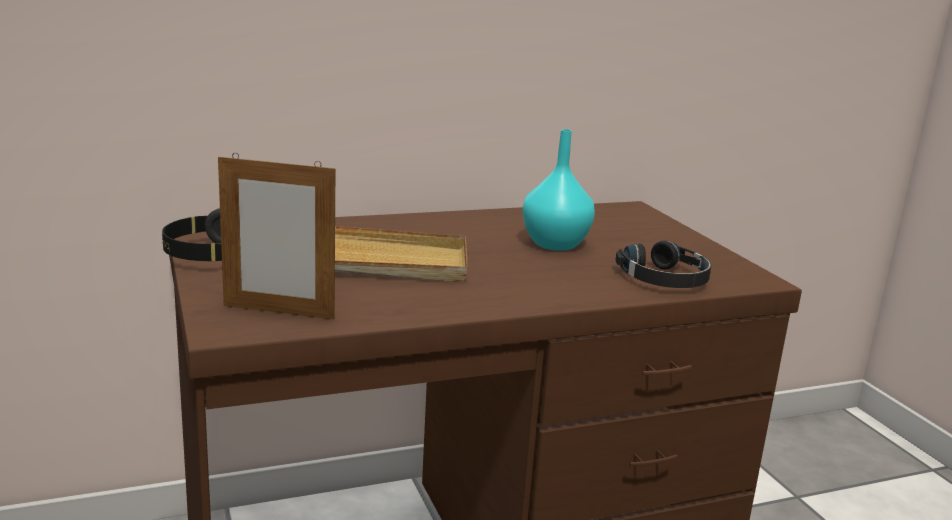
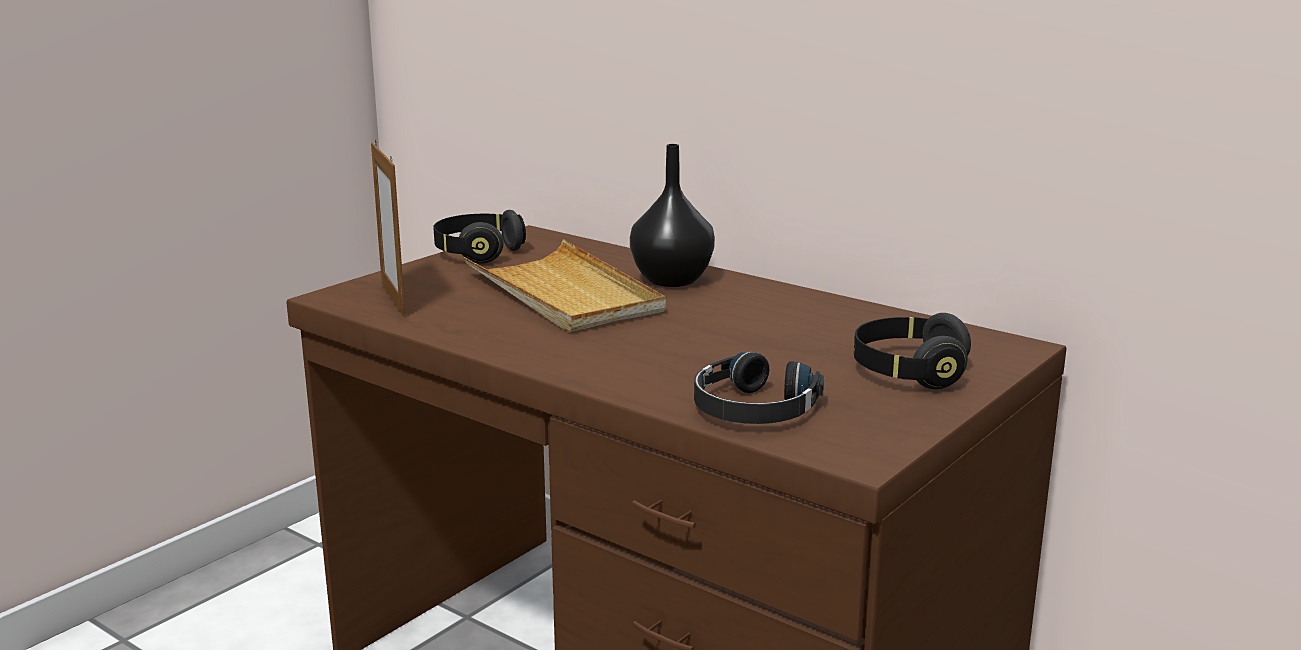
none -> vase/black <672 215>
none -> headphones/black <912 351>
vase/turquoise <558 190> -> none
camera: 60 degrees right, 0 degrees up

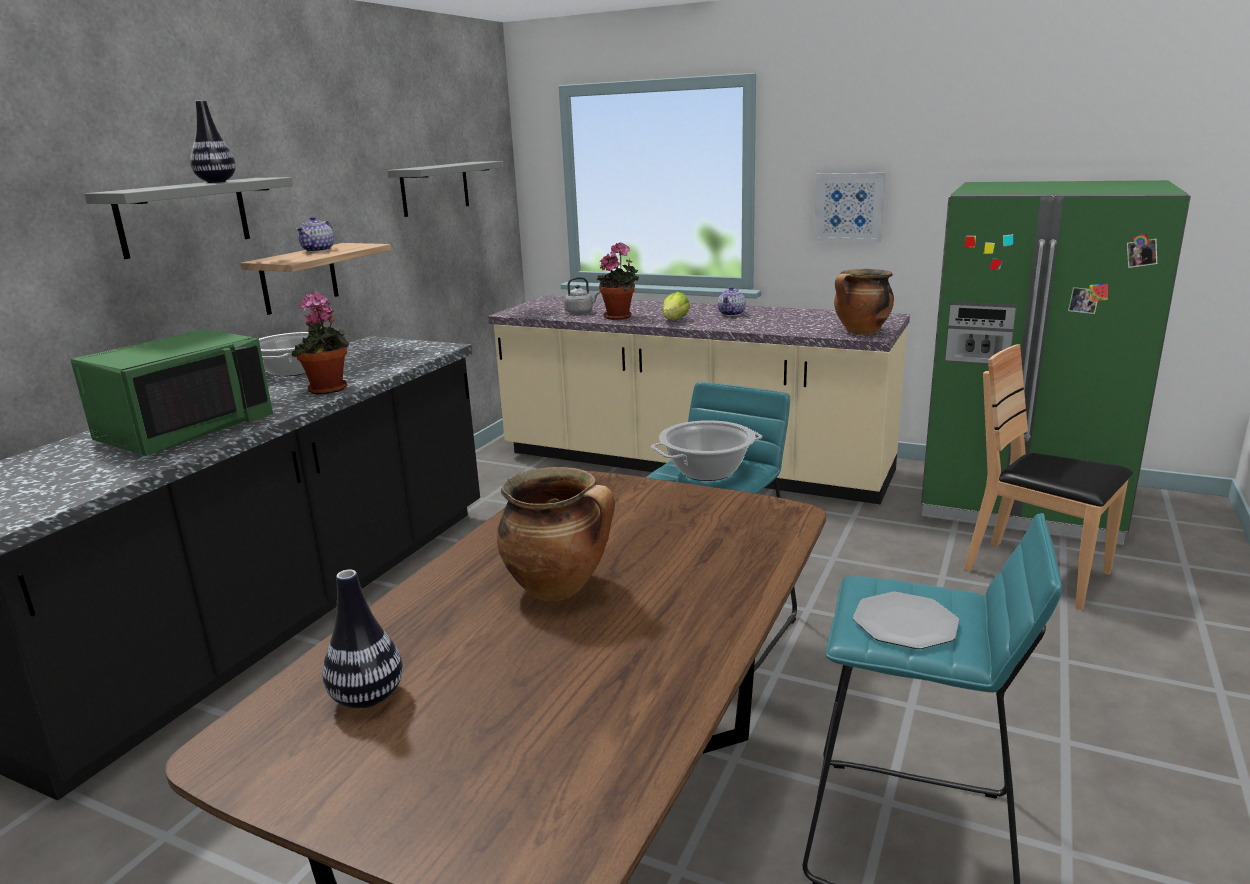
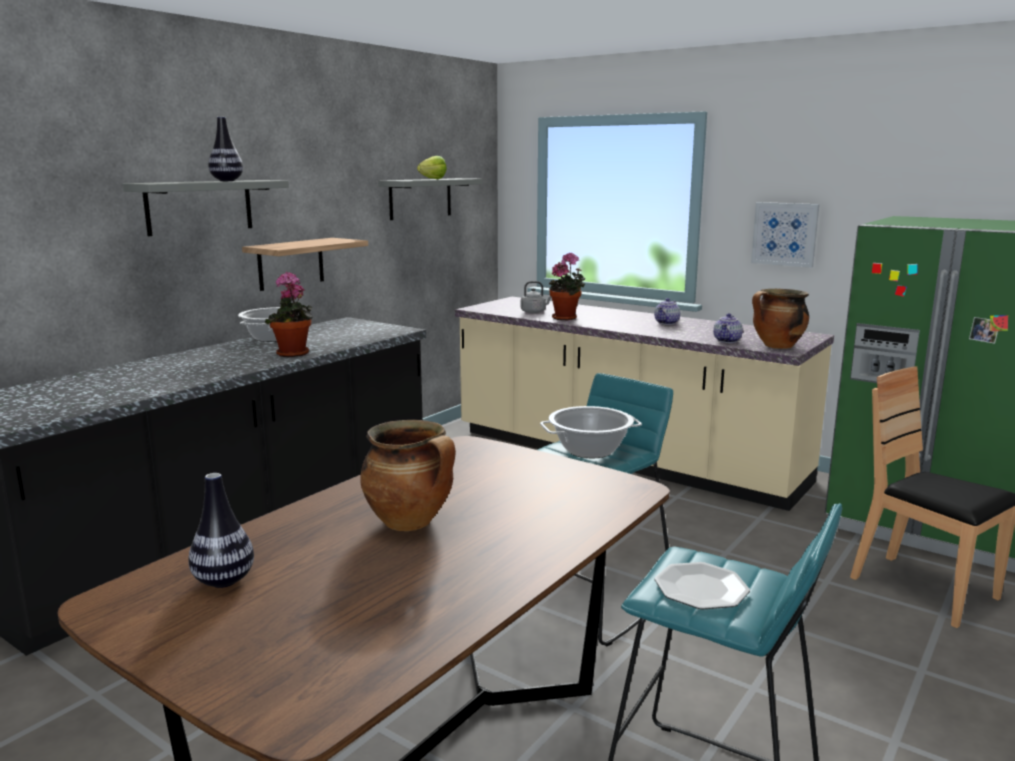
lettuce <676 305> -> lettuce <432 167>, relocated
teapot <315 234> -> teapot <728 328>, relocated
microwave/green <172 392> -> none
camera: 10 degrees right, 5 degrees down

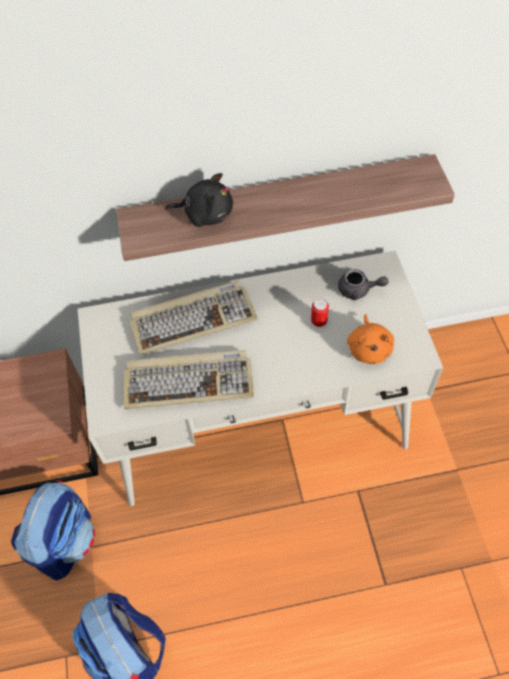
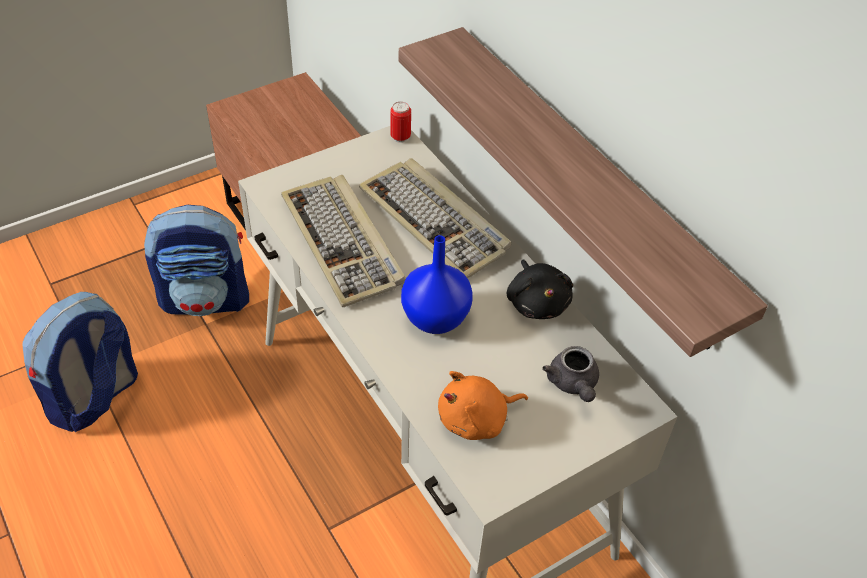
can <320 313> -> can <400 122>, relocated
none -> vase/blue <437 284>
plush toy/black <199 200> -> plush toy/black <540 289>, relocated
camera: 65 degrees right, 10 degrees down

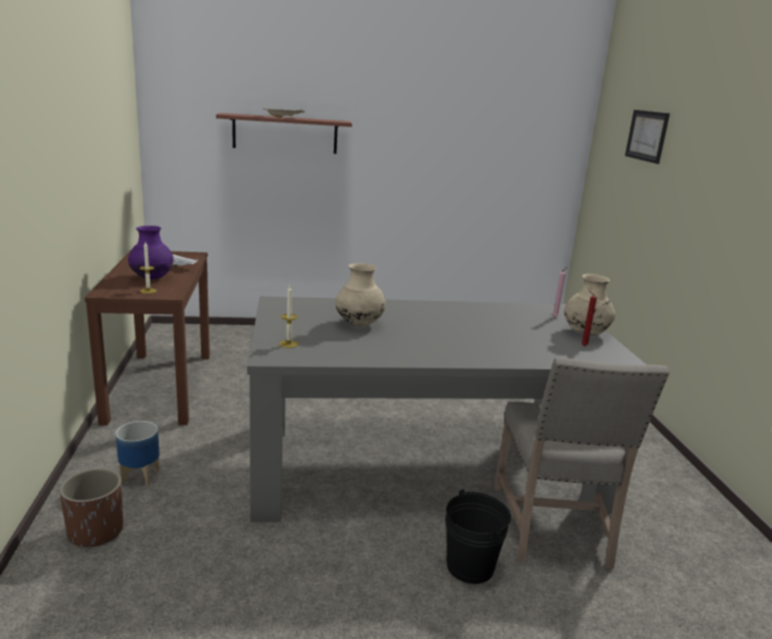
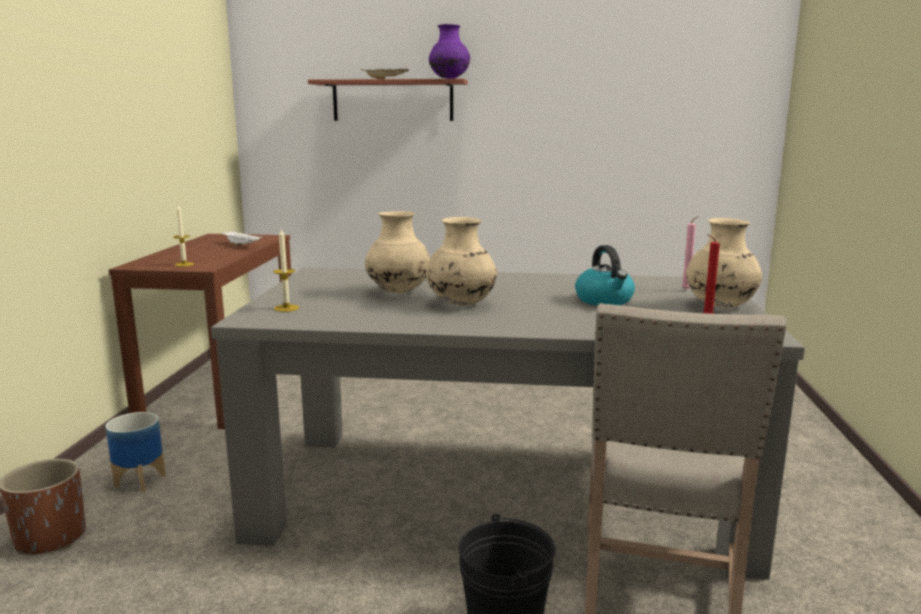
none -> vase/beige <461 261>
vase/purple <151 252> -> vase/purple <449 51>, relocated
none -> kettle <605 275>
picture <647 137> -> none
camera: 15 degrees right, 5 degrees down

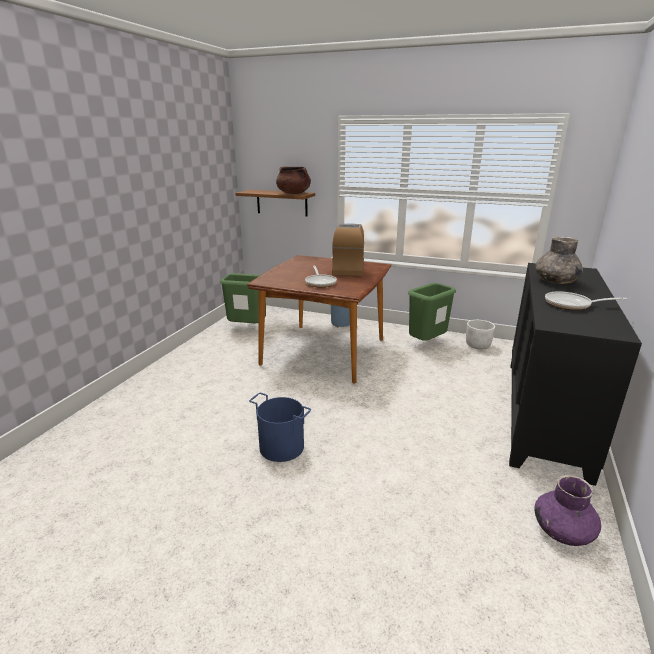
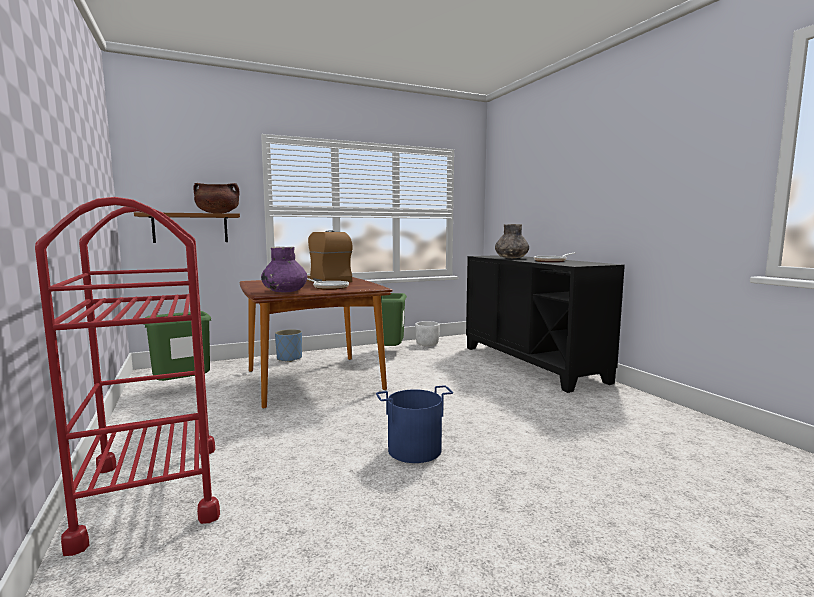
none -> cart/red <127 376>
vase/purple <567 510> -> vase/purple <284 269>, relocated
camera: 45 degrees left, 15 degrees down

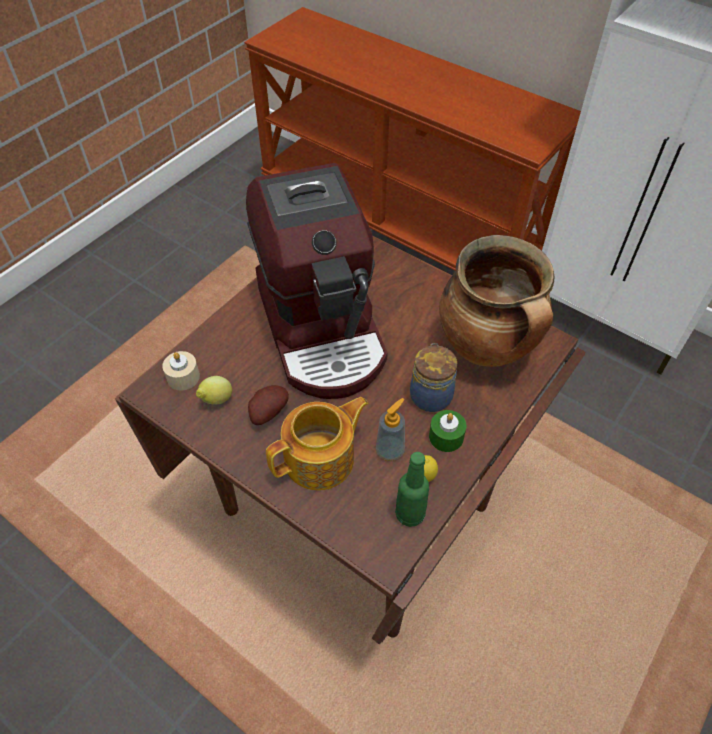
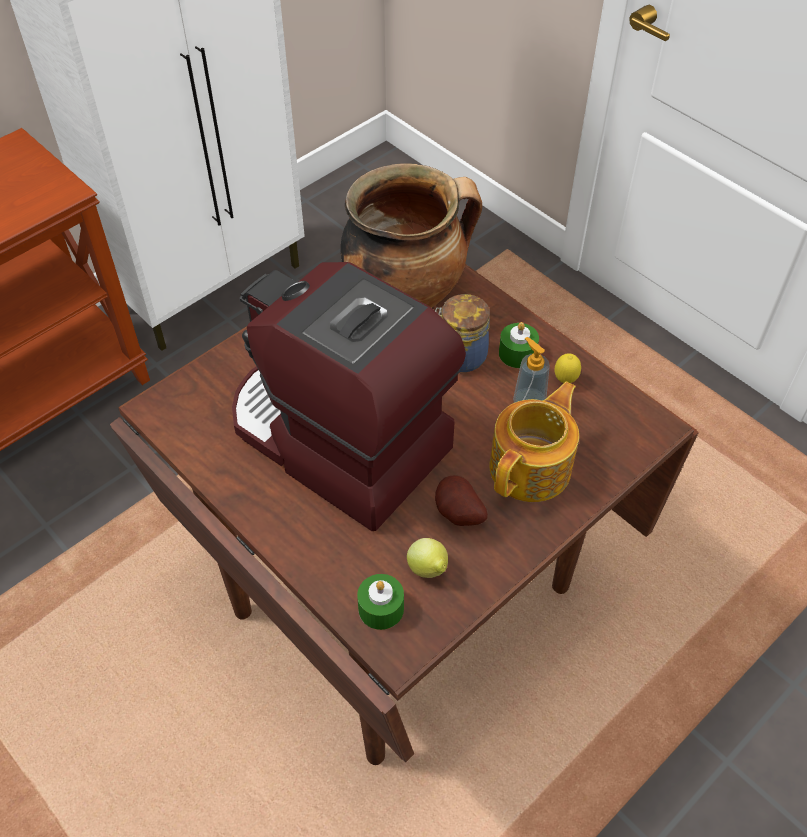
coffee machine <317 281> -> coffee machine <349 396>, 135 degrees counterclockwise
candle/beige <181 371> -> candle/green <380 602>
teapot <317 443> -> teapot <534 442>, 60 degrees clockwise
bottle/green <412 489> -> none
camera: 80 degrees left, 0 degrees up

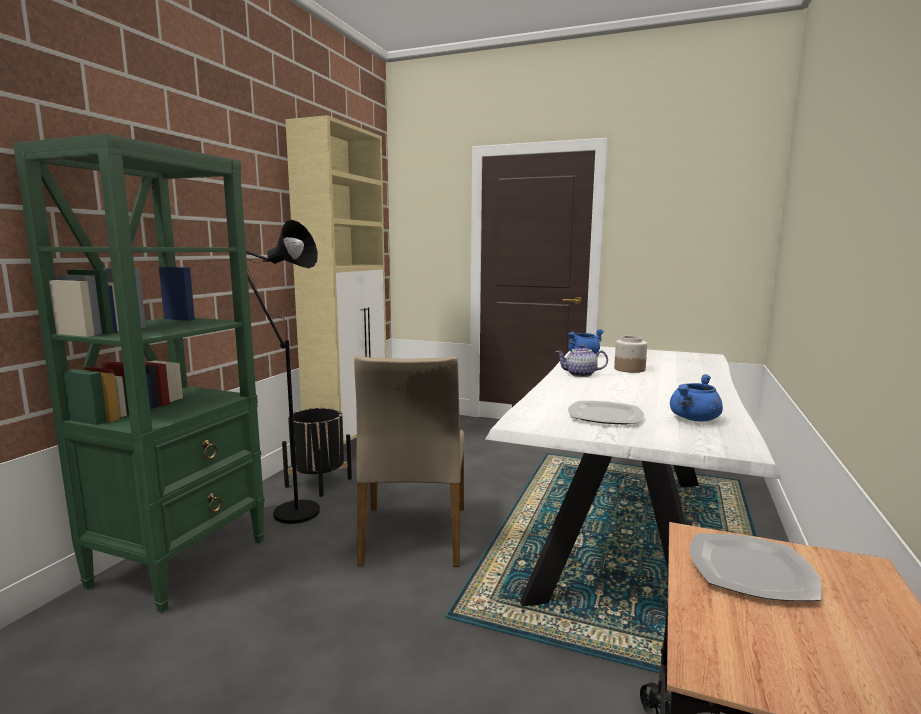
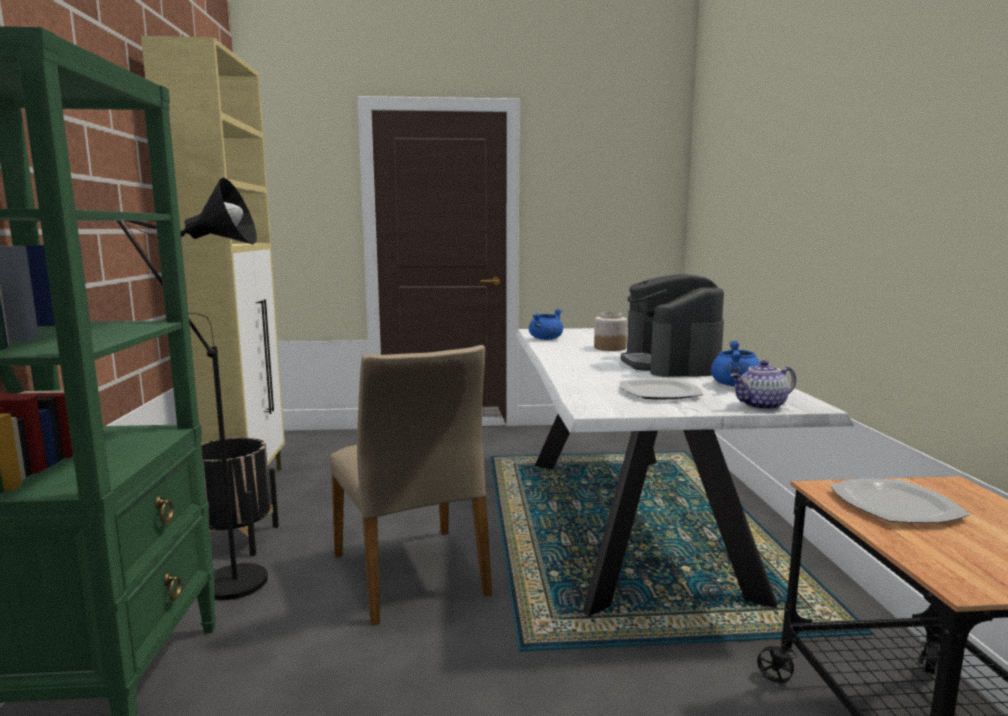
none -> coffee machine <672 325>
teapot <582 360> -> teapot <763 385>, relocated
camera: 25 degrees left, 0 degrees up

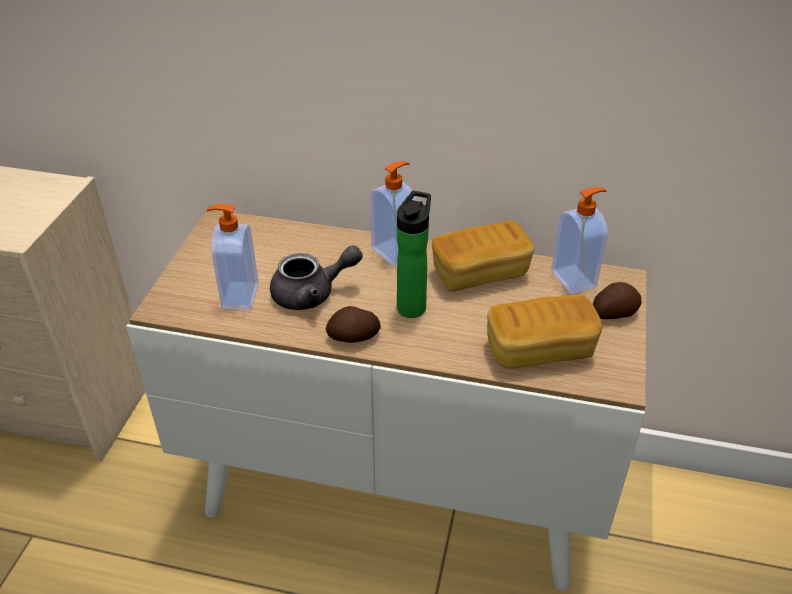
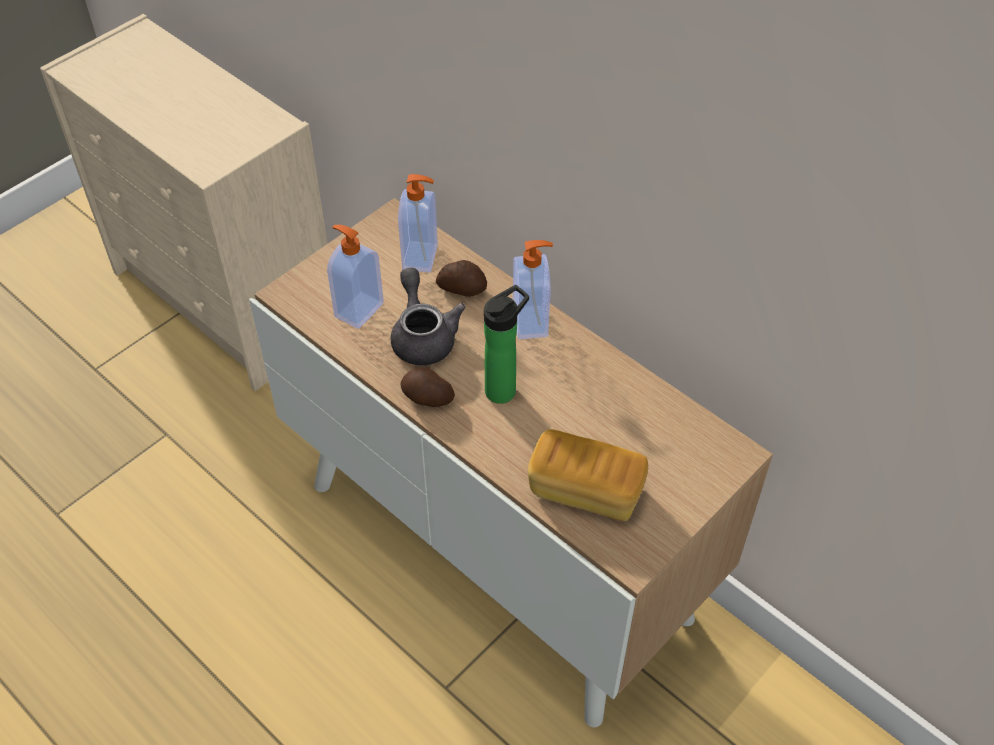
teapot/grey <316 277> -> teapot/grey <428 316>, 120 degrees counterclockwise
soap dispenser <579 240> -> soap dispenser <418 223>, relocated
potato <617 300> -> potato <461 278>, relocated
bread <483 256> -> none
camera: 30 degrees right, 10 degrees up

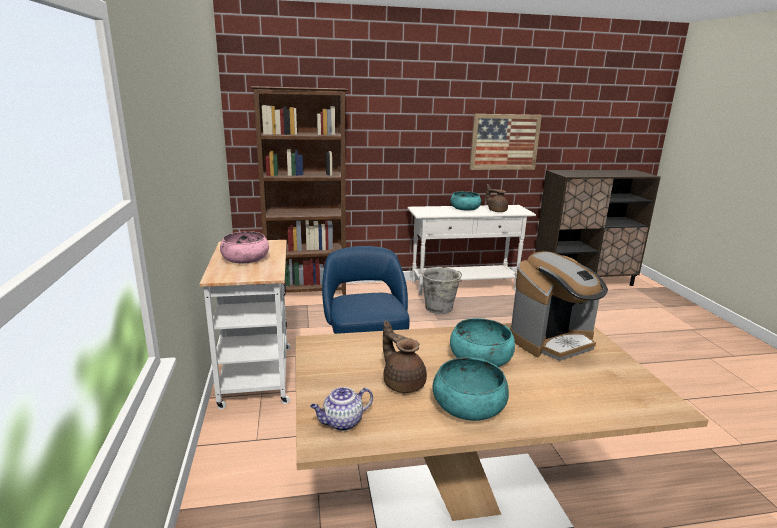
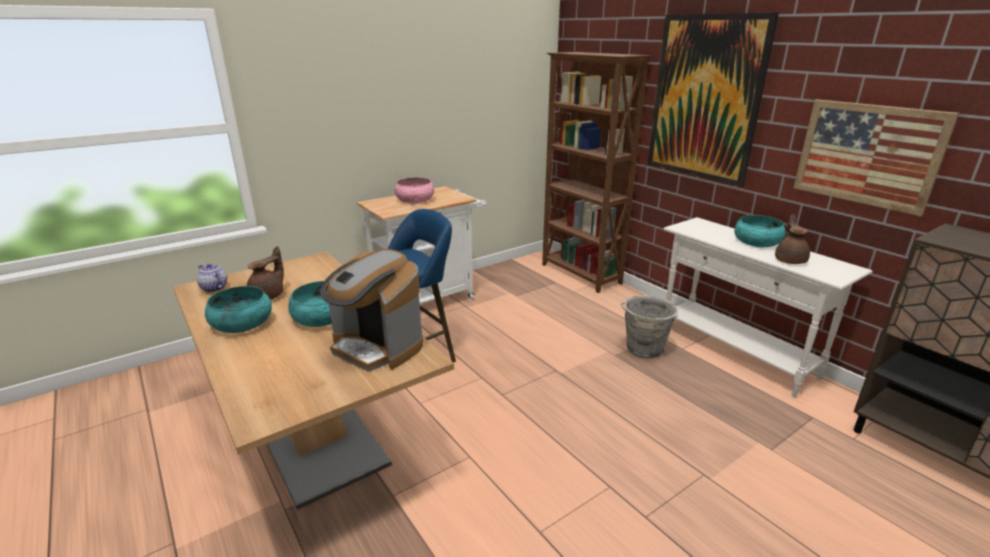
none -> picture <713 99>
camera: 65 degrees right, 5 degrees up

